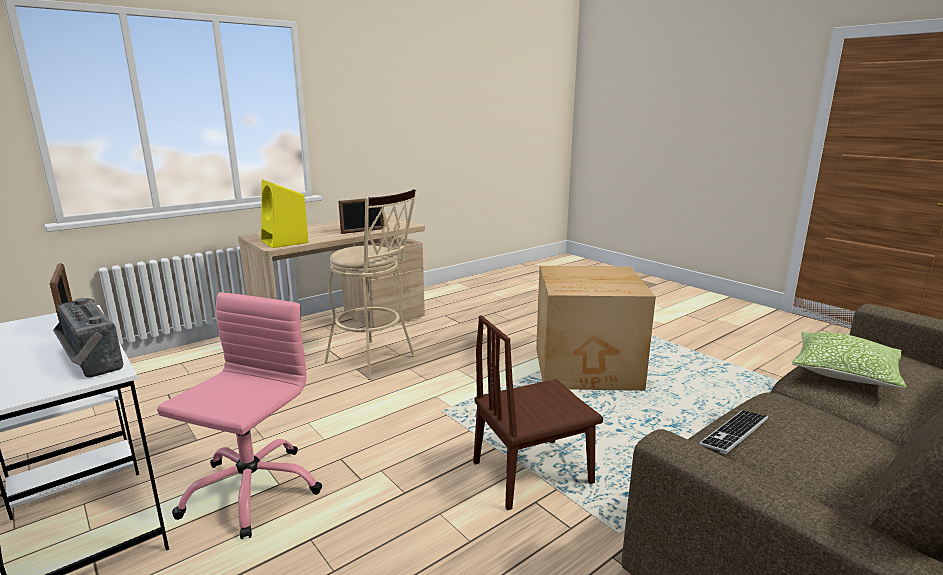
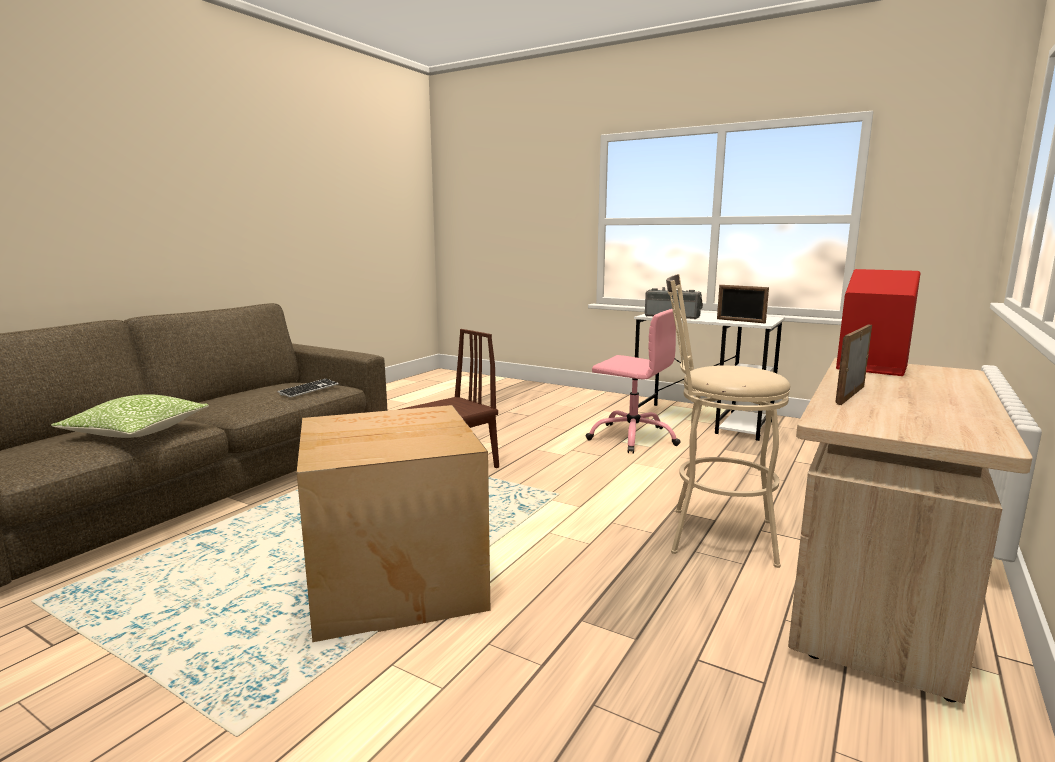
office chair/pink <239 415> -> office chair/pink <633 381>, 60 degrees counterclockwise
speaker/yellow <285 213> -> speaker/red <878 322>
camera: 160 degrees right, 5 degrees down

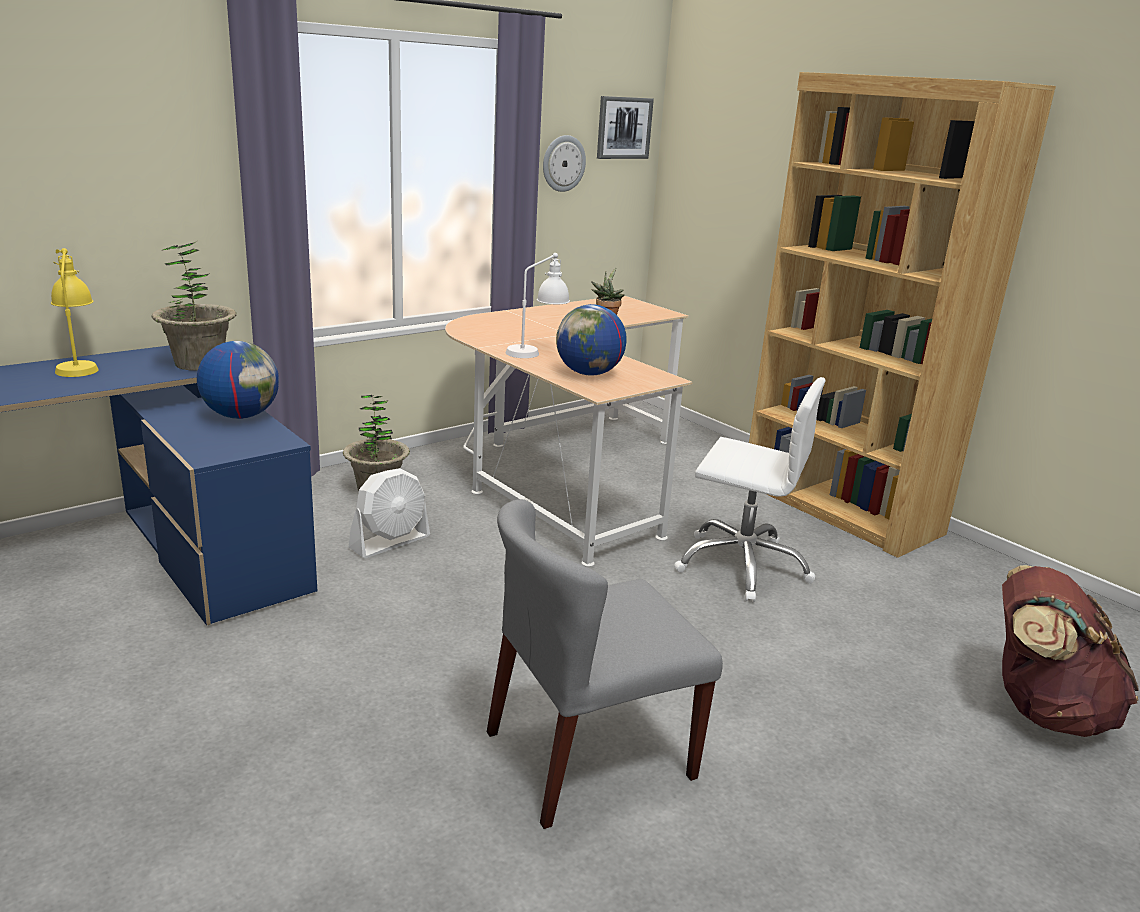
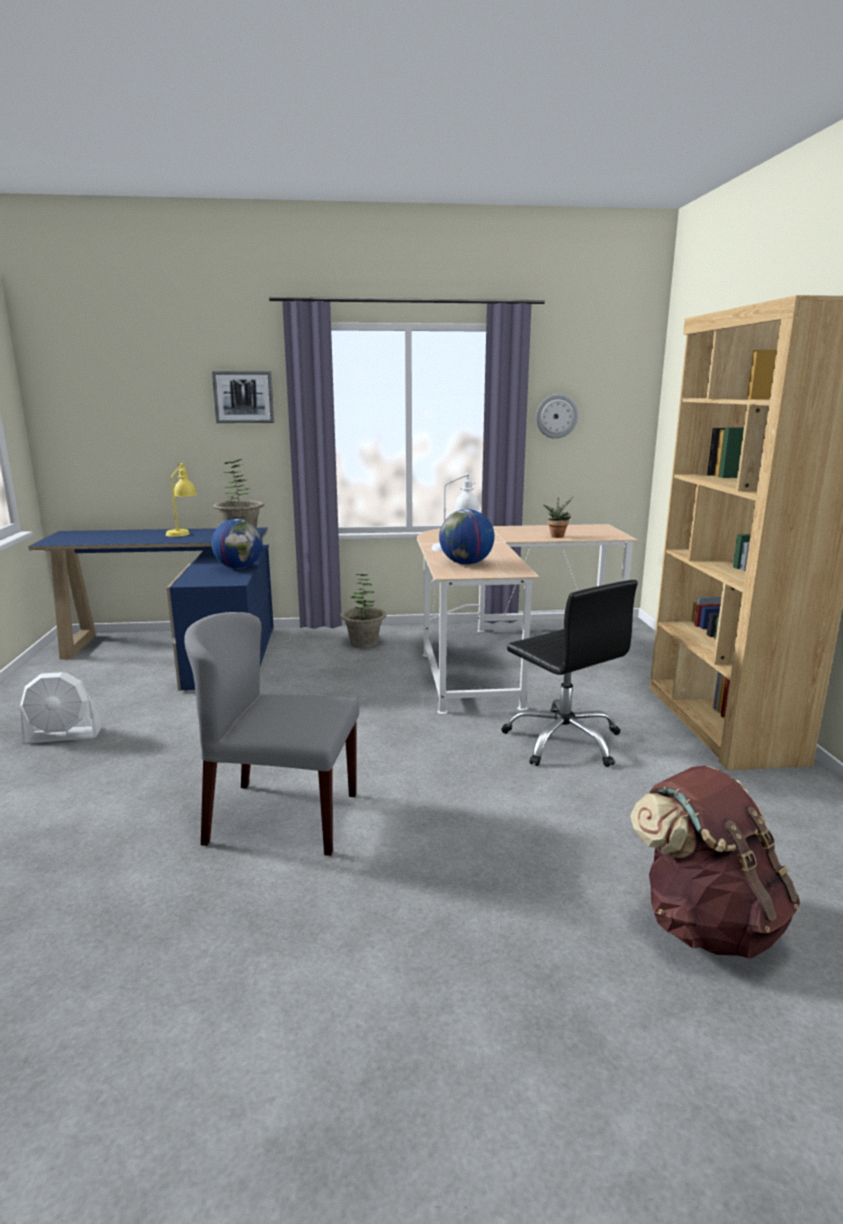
fan/white <389 513> -> fan/white <61 708>, relocated
picture <625 127> -> picture <243 397>, relocated
office chair/white <750 489> -> office chair/black <570 673>
camera: 35 degrees right, 5 degrees down

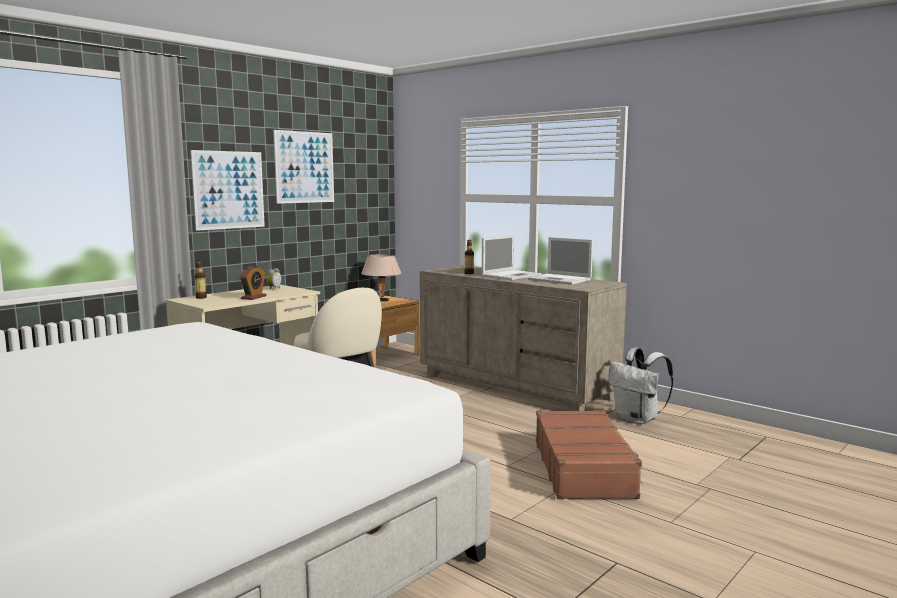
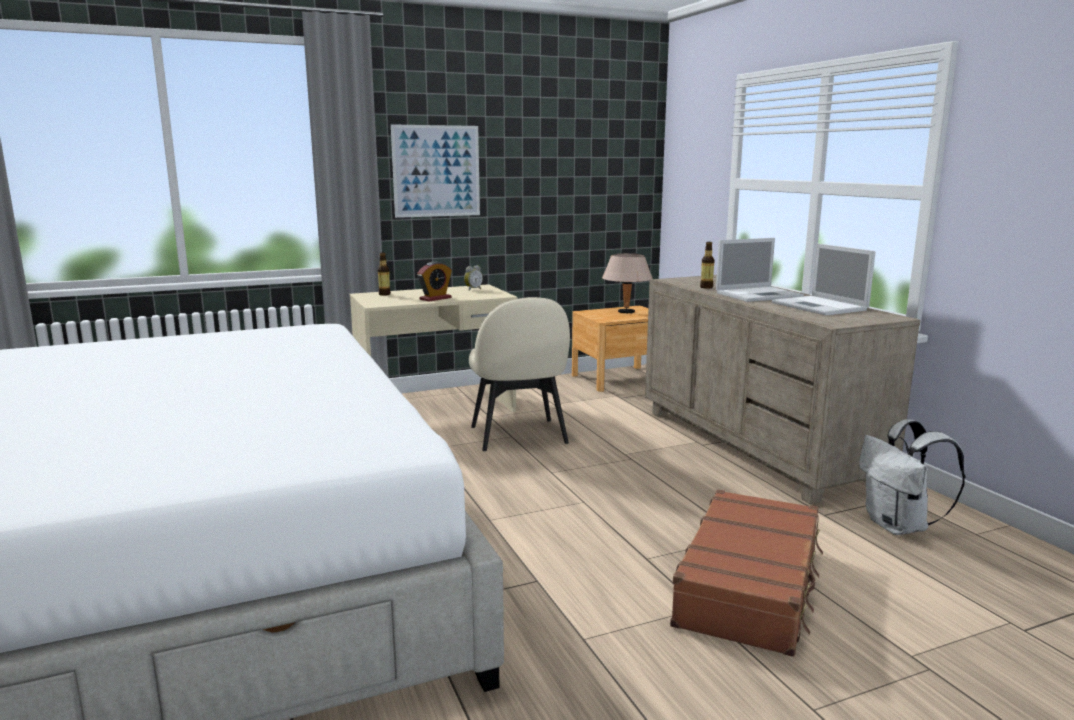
picture <303 167> -> none
camera: 25 degrees right, 5 degrees up

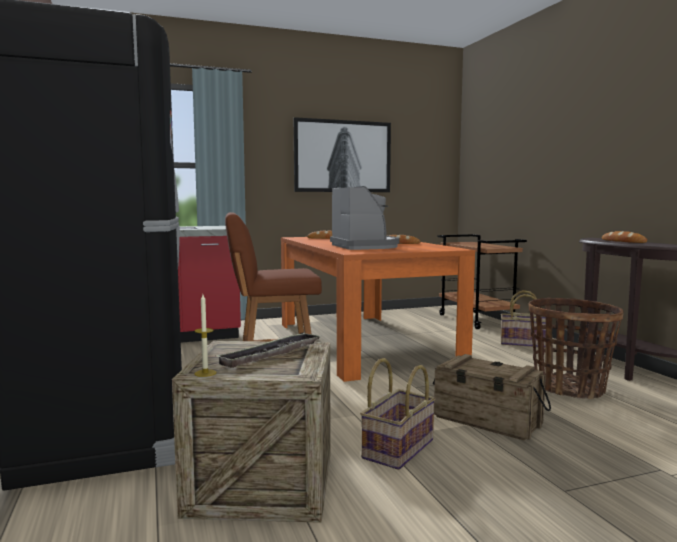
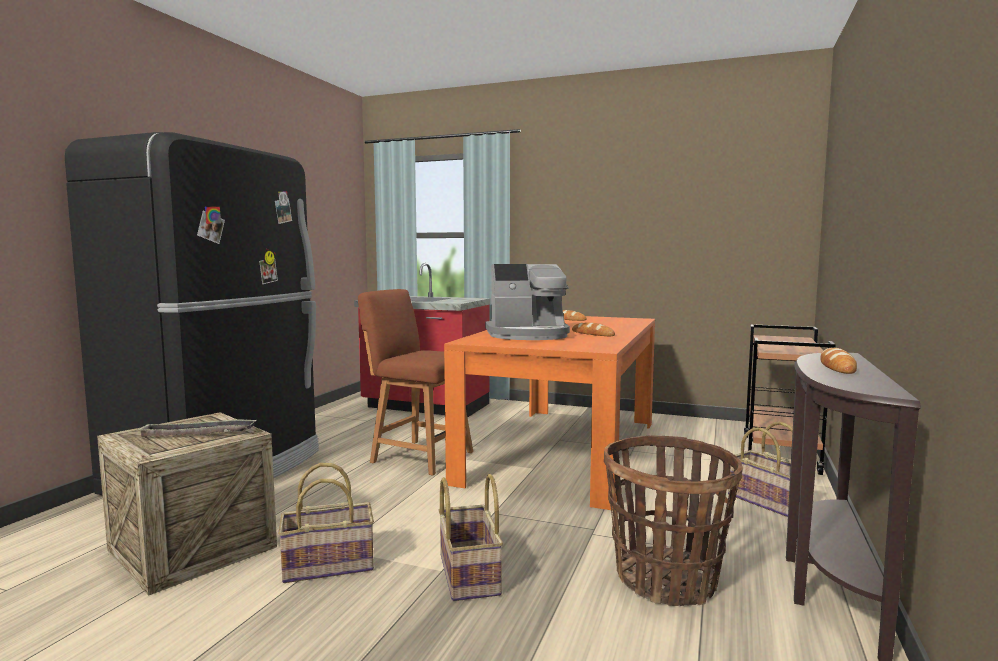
crate <492 397> -> basket <471 537>
coffee machine <364 218> -> coffee machine <527 302>, 60 degrees clockwise
candle <205 336> -> none
picture <342 154> -> none
camera: 40 degrees right, 0 degrees up

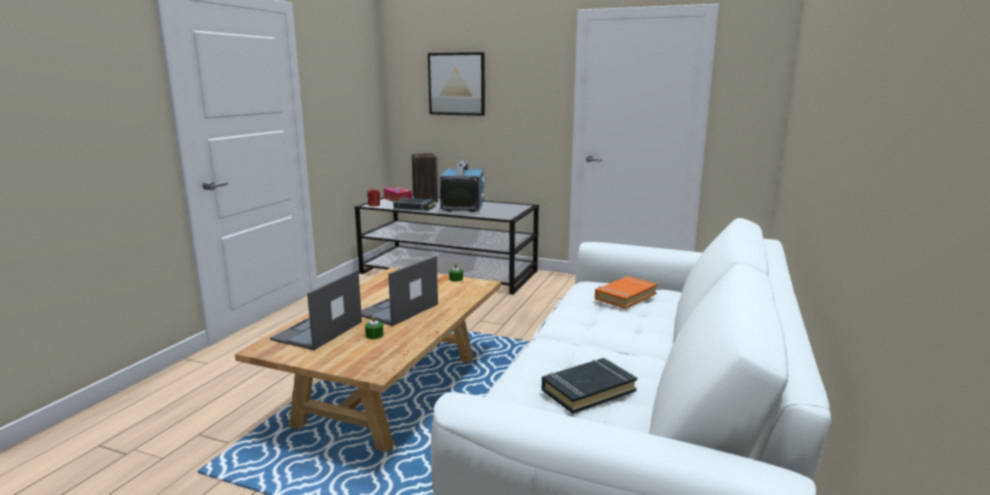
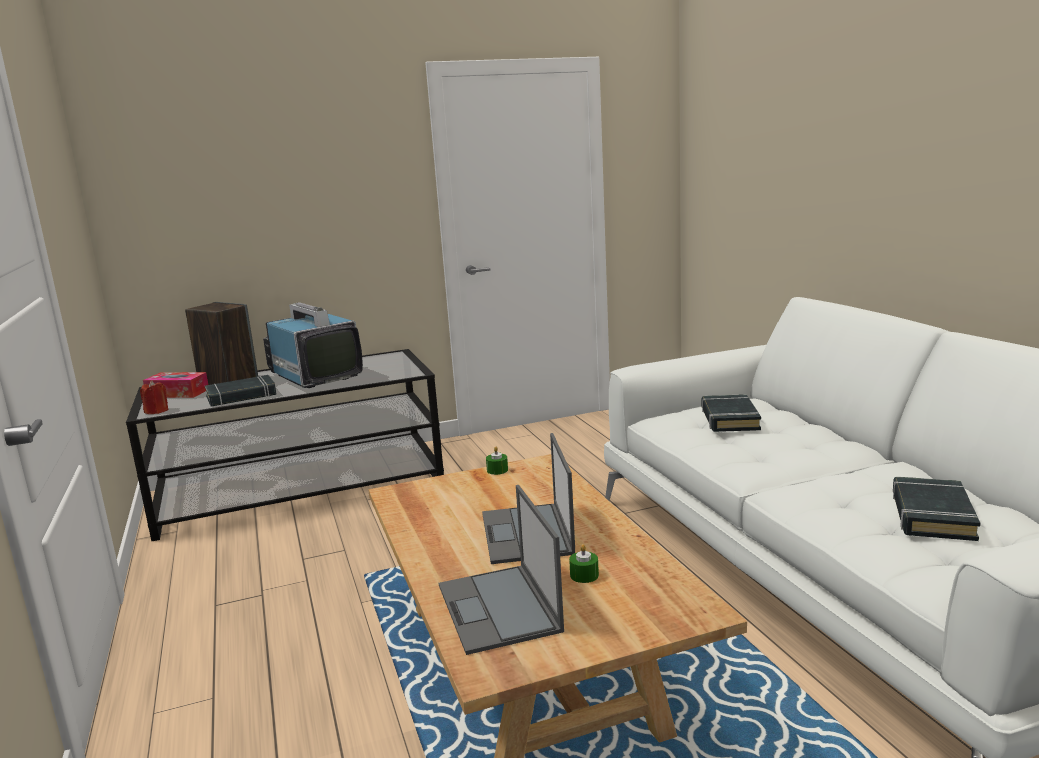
book/orange <626 292> -> book/black <731 413>
picture <456 84> -> none
camera: 40 degrees left, 0 degrees up

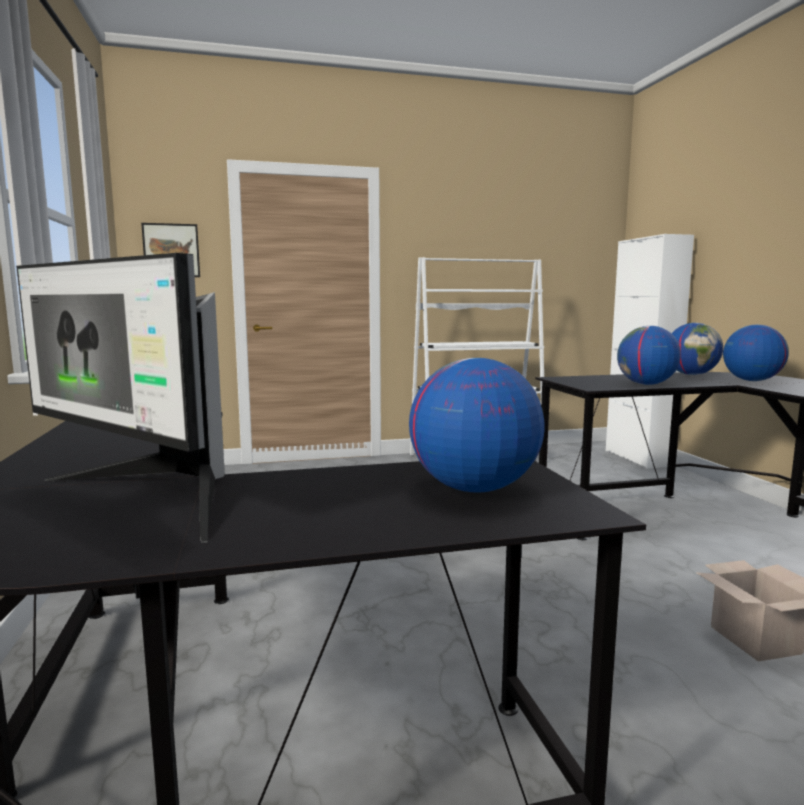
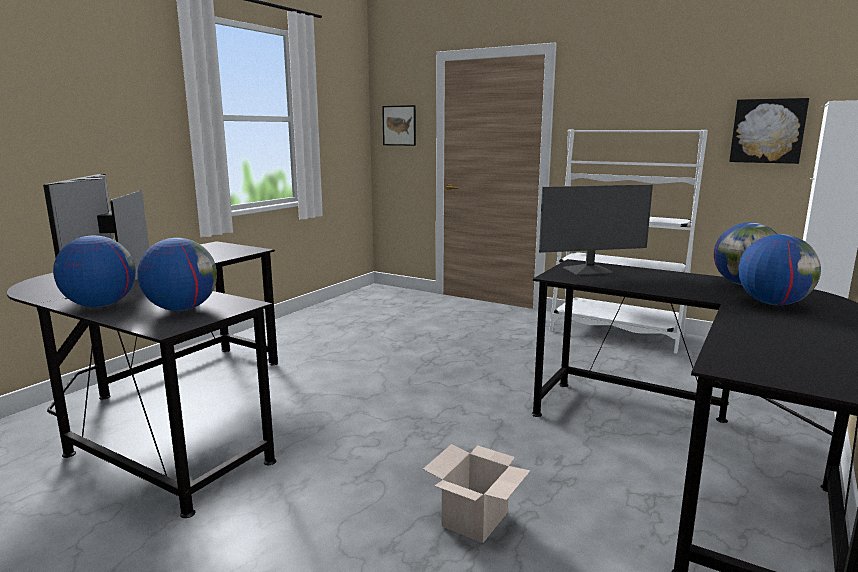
globe <649 355> -> globe <94 271>, relocated
none -> monitor <596 230>
none -> picture <769 131>
camera: 45 degrees right, 5 degrees up

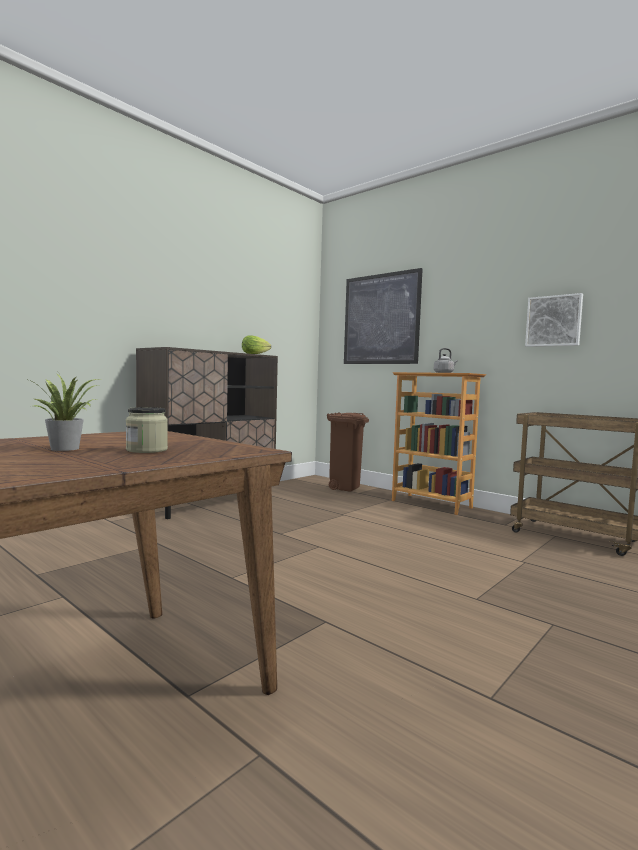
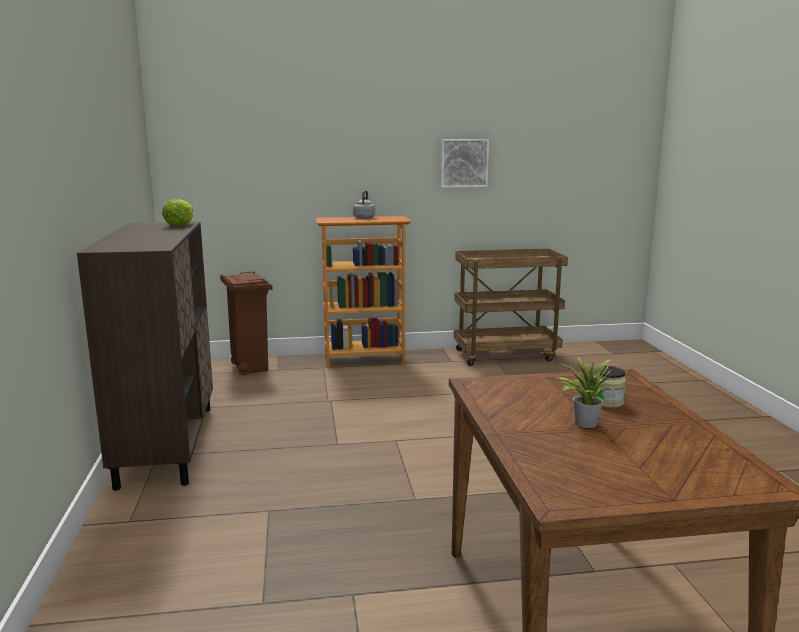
picture <383 316> -> none
camera: 50 degrees left, 10 degrees up

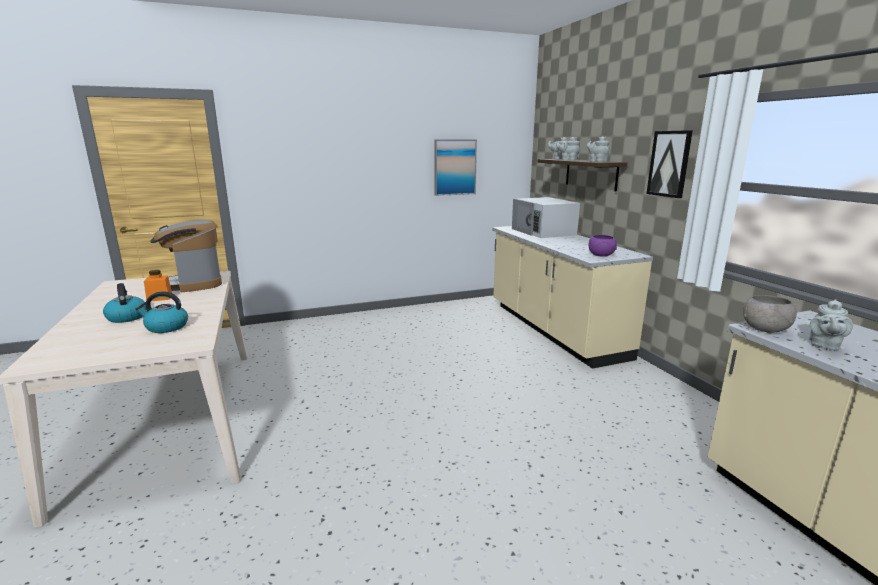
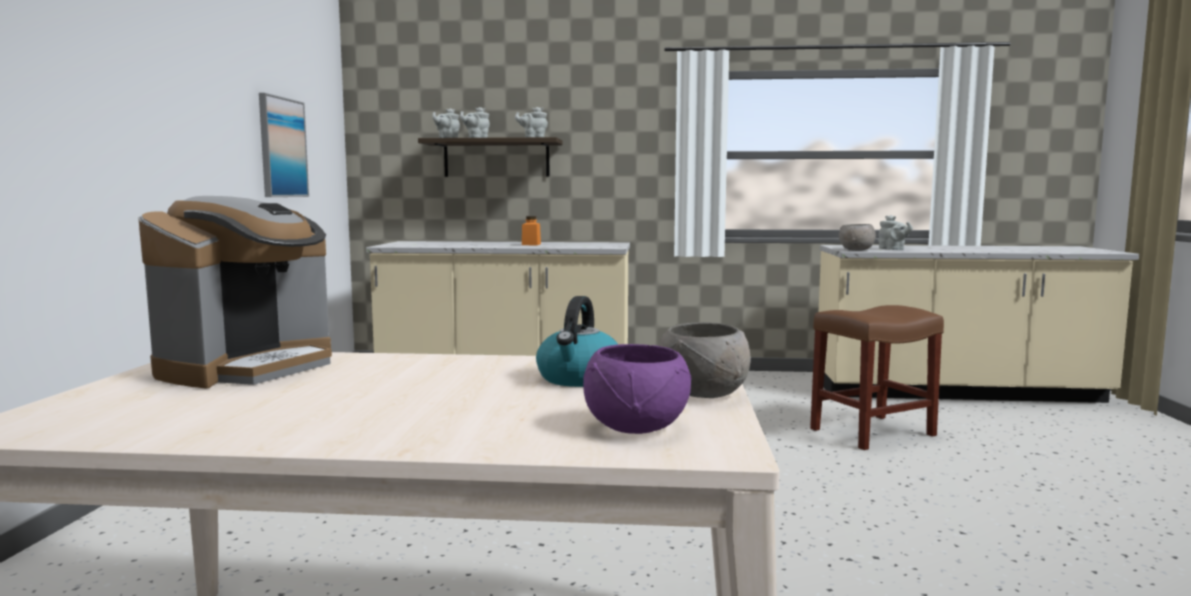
coffee machine <186 256> -> coffee machine <235 292>, 60 degrees counterclockwise
jar/orange <158 285> -> jar/orange <531 230>, relocated
bowl/purple <602 246> -> bowl/purple <637 389>, relocated
none -> bowl/grey <705 360>
none -> stool/brown <877 377>
kettle <124 303> -> none
microwave/white <546 217> -> none
picture <669 164> -> none
camera: 65 degrees left, 10 degrees down

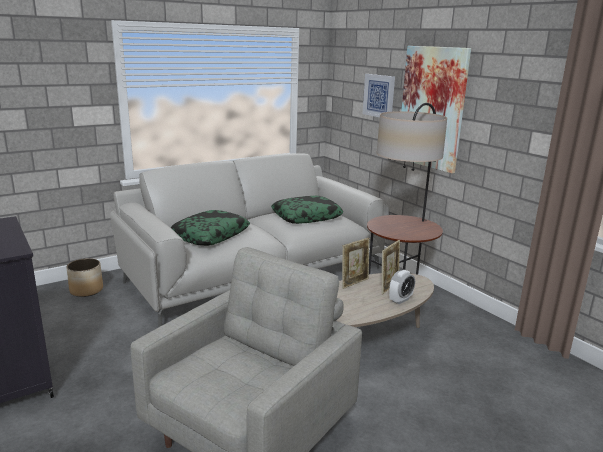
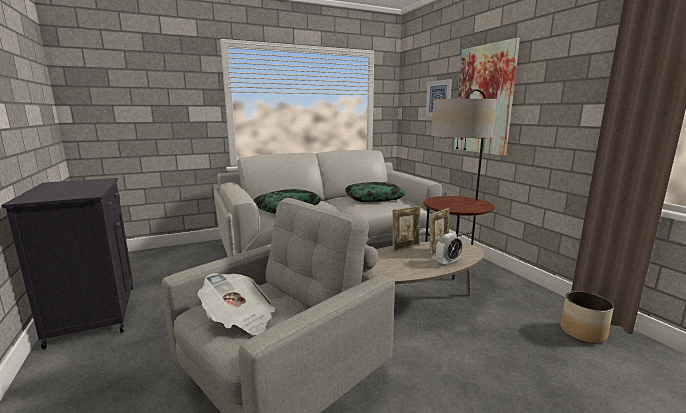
none -> newspaper <236 304>
planter <84 277> -> planter <587 317>, relocated
camera: 10 degrees right, 5 degrees down

